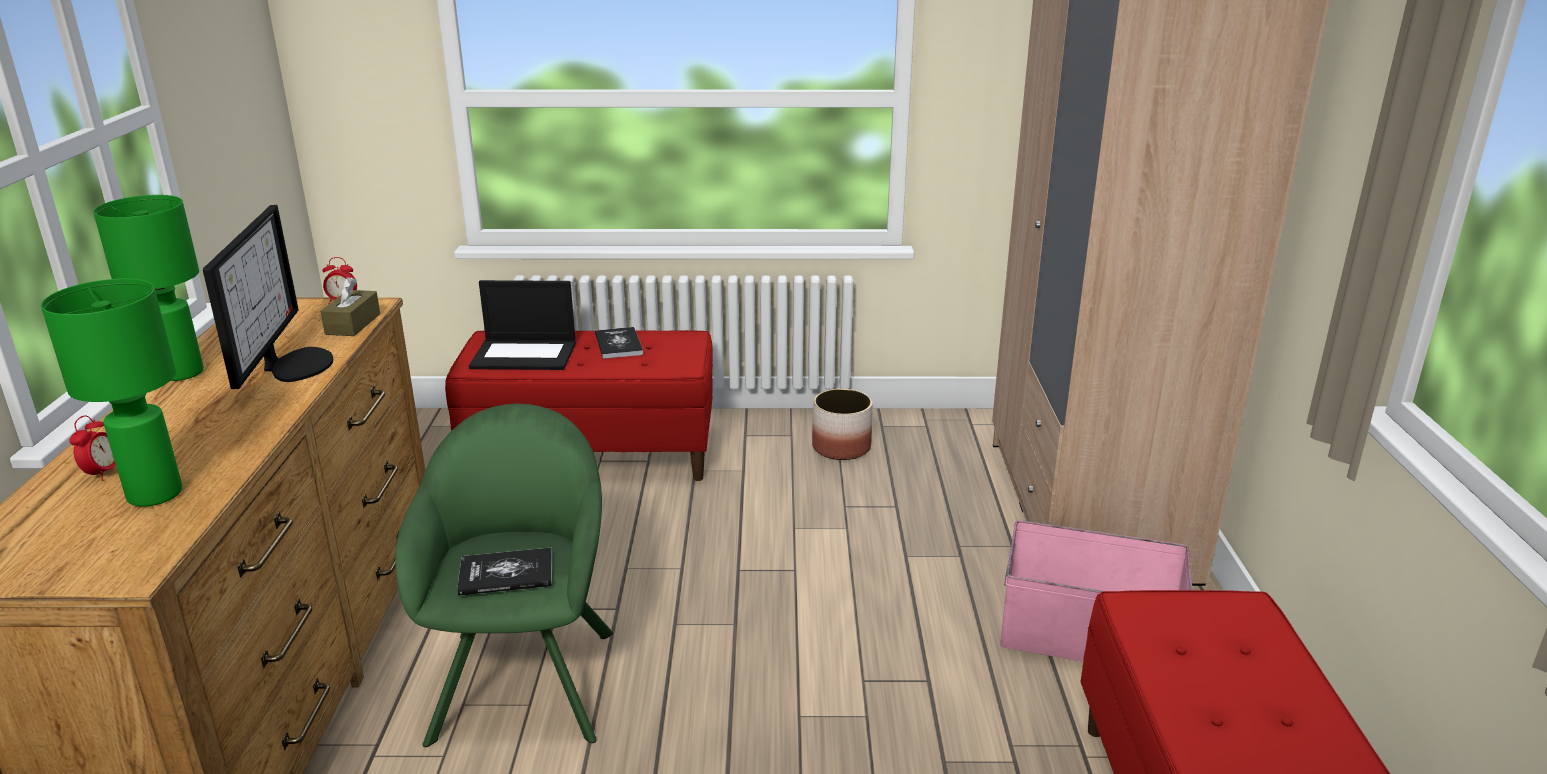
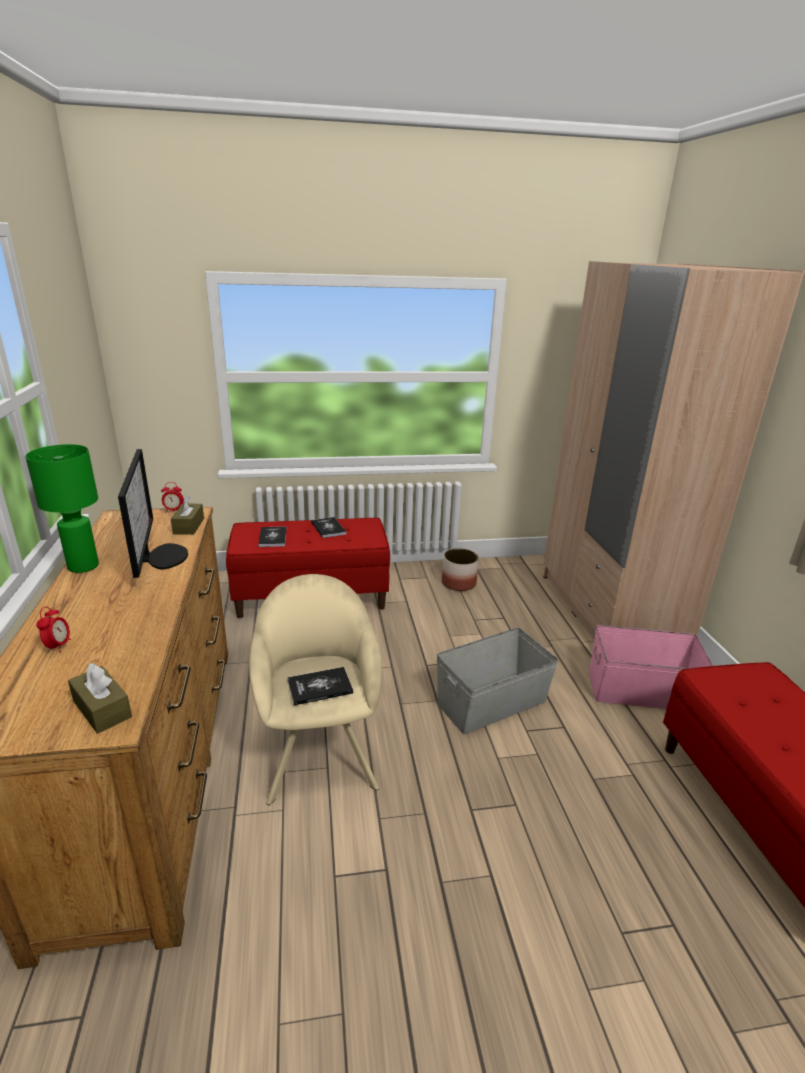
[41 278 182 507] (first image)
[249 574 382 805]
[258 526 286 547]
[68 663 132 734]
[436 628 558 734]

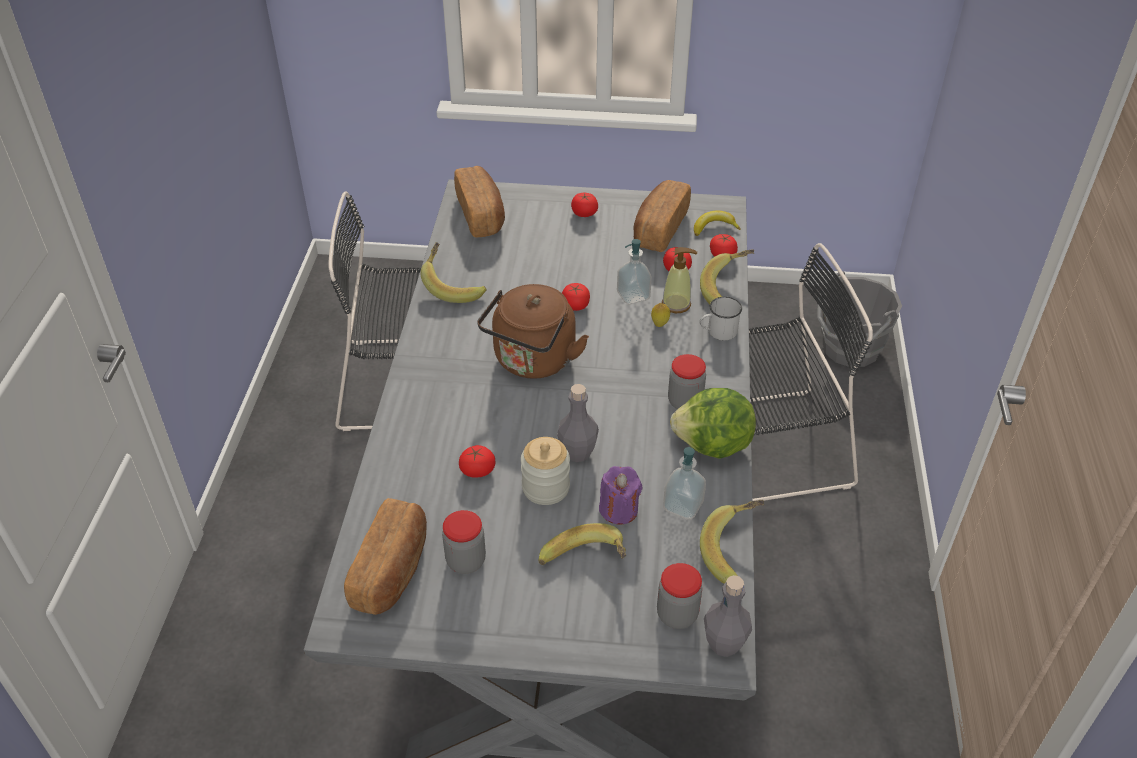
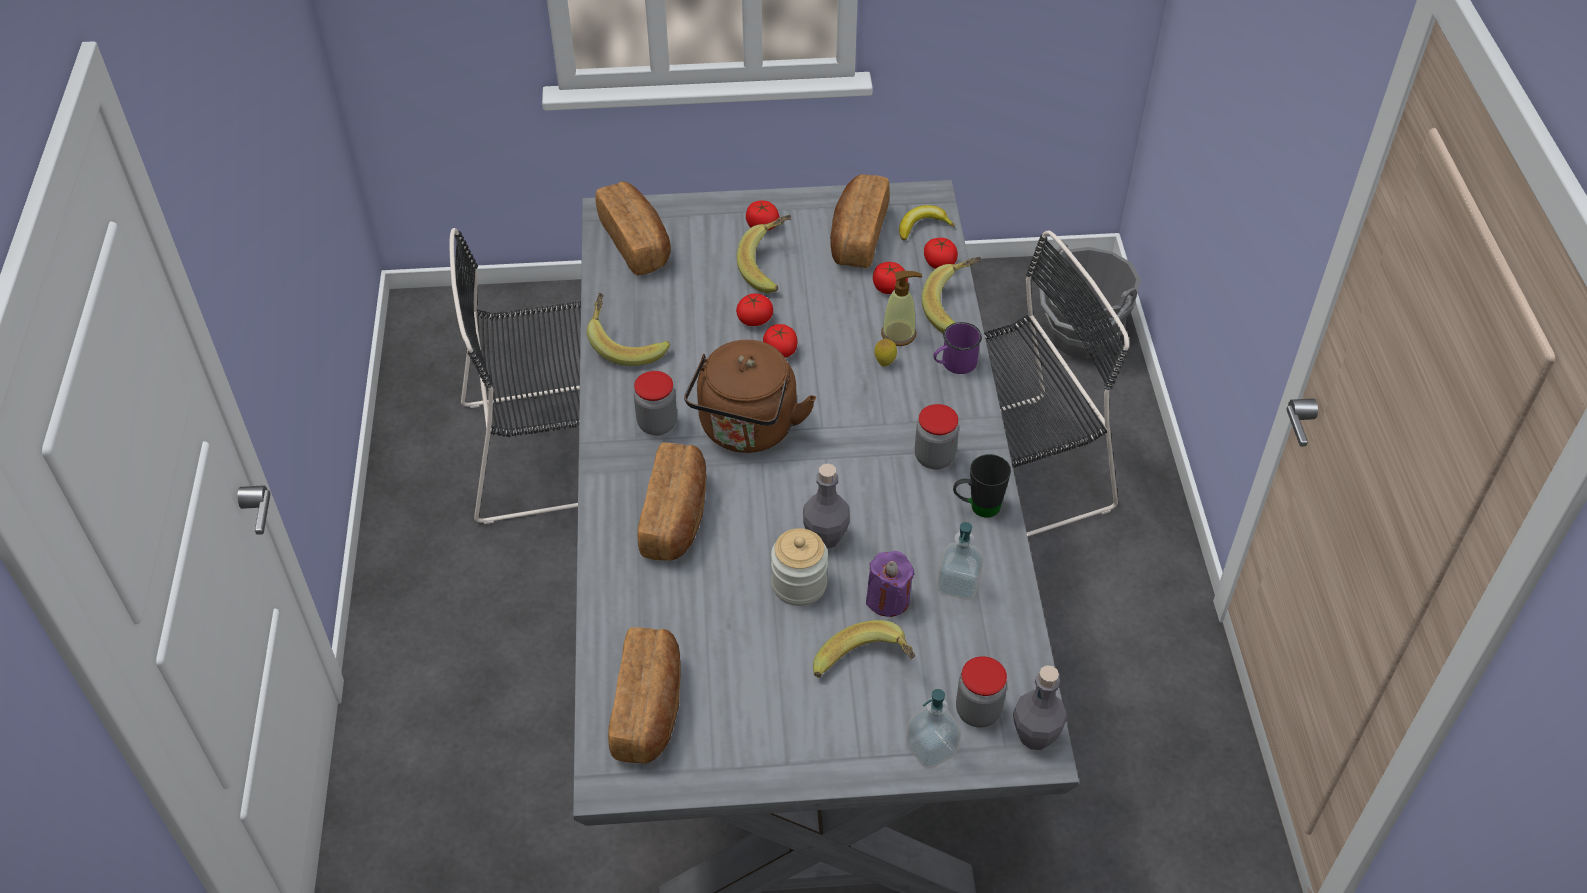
[634 371 677 435]
[736 293 773 326]
[906 689 961 769]
[953 454 1011 518]
[933 322 982 374]
[737 215 791 293]
[638 443 706 561]

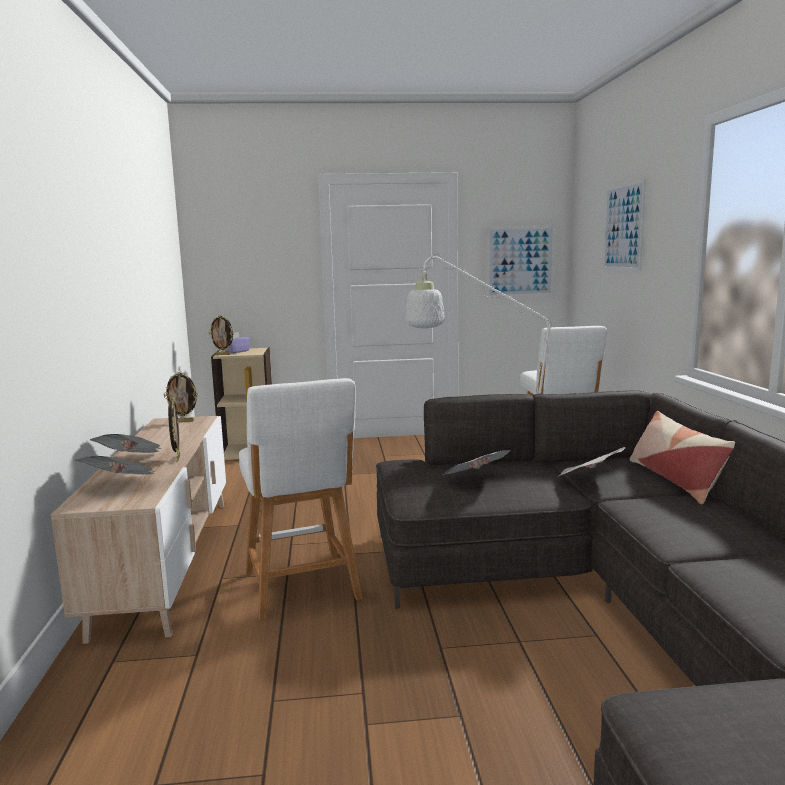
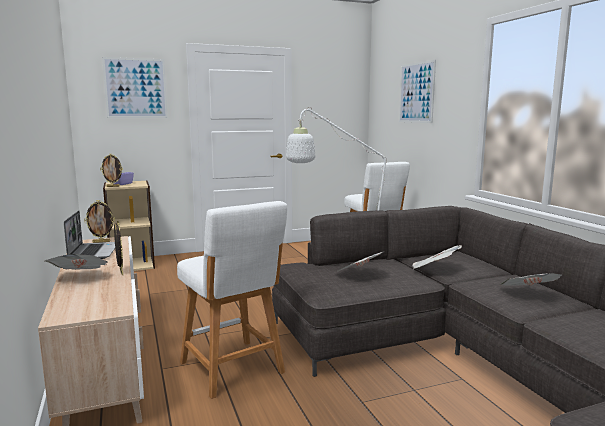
[501 273 562 286]
[102 57 168 118]
[630 411 735 505] (first image)
[64 211 115 259]

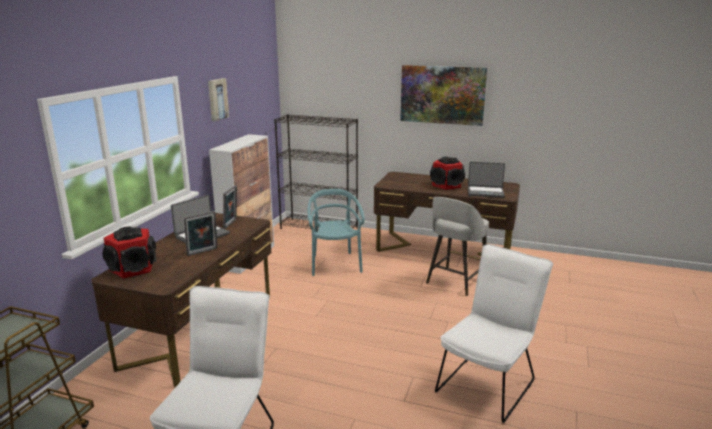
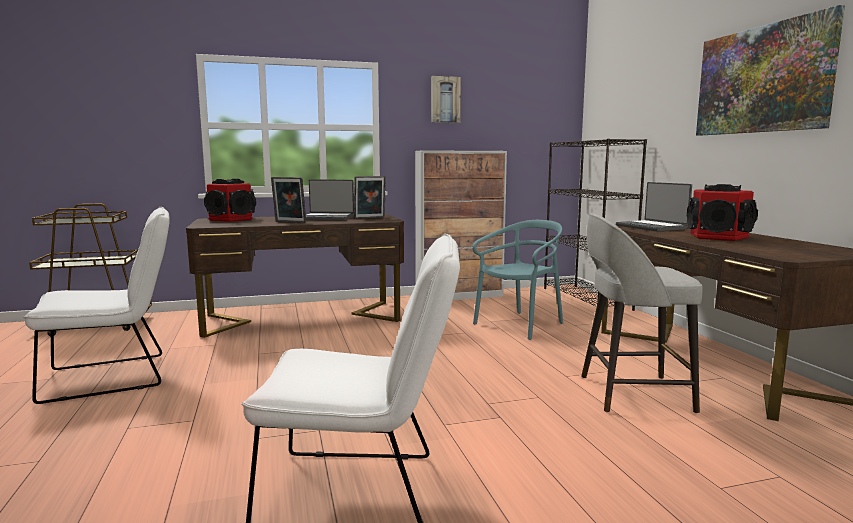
[616 182 692 232]

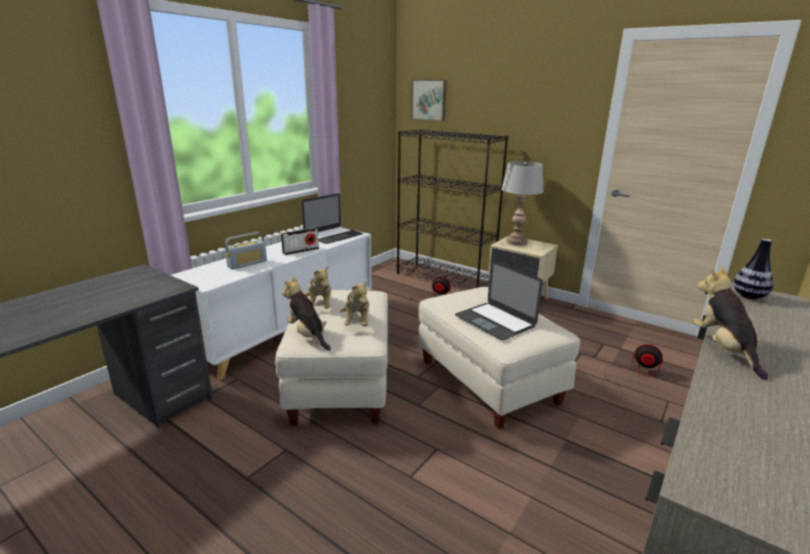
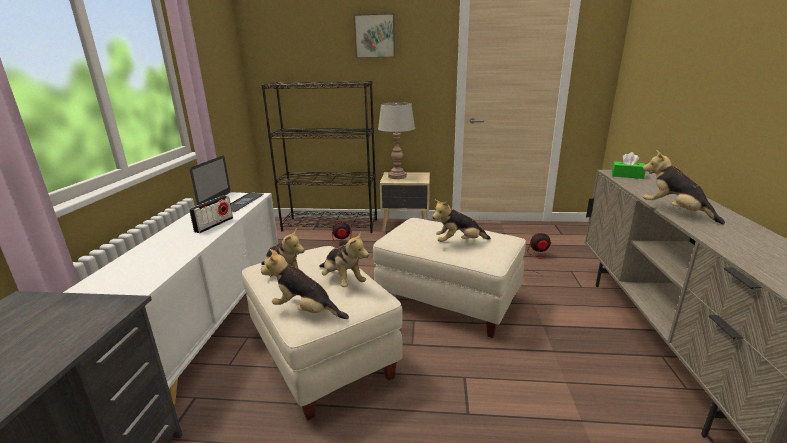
[225 232 267 270] (first image)
[354 13 395 58]
[432 199 491 242]
[612 152 646 179]

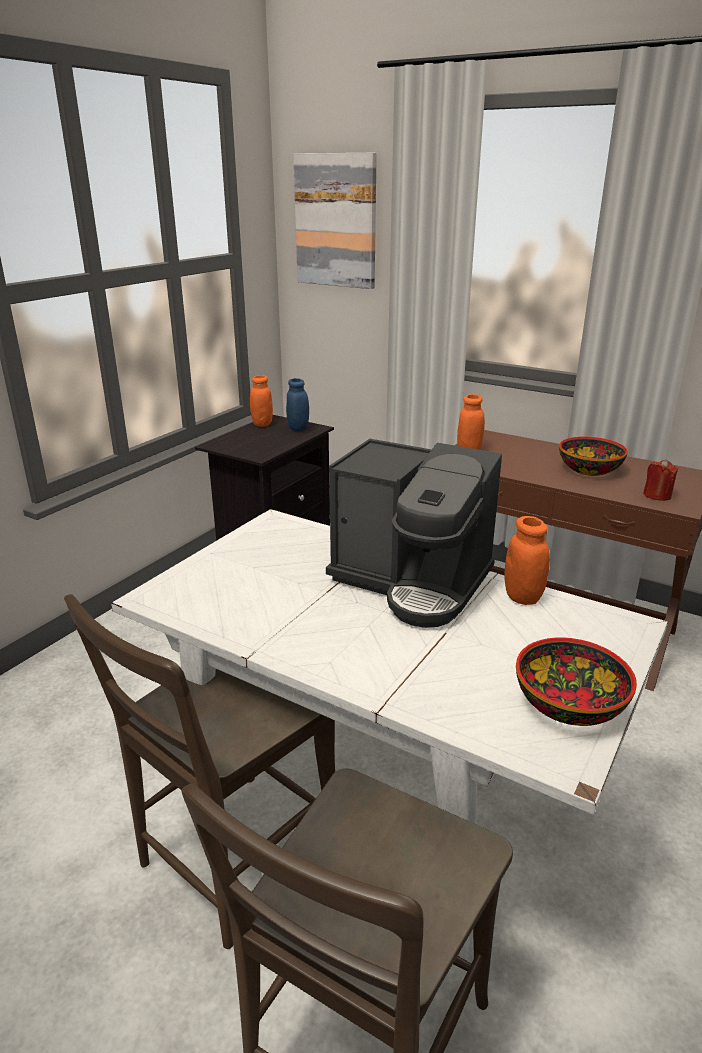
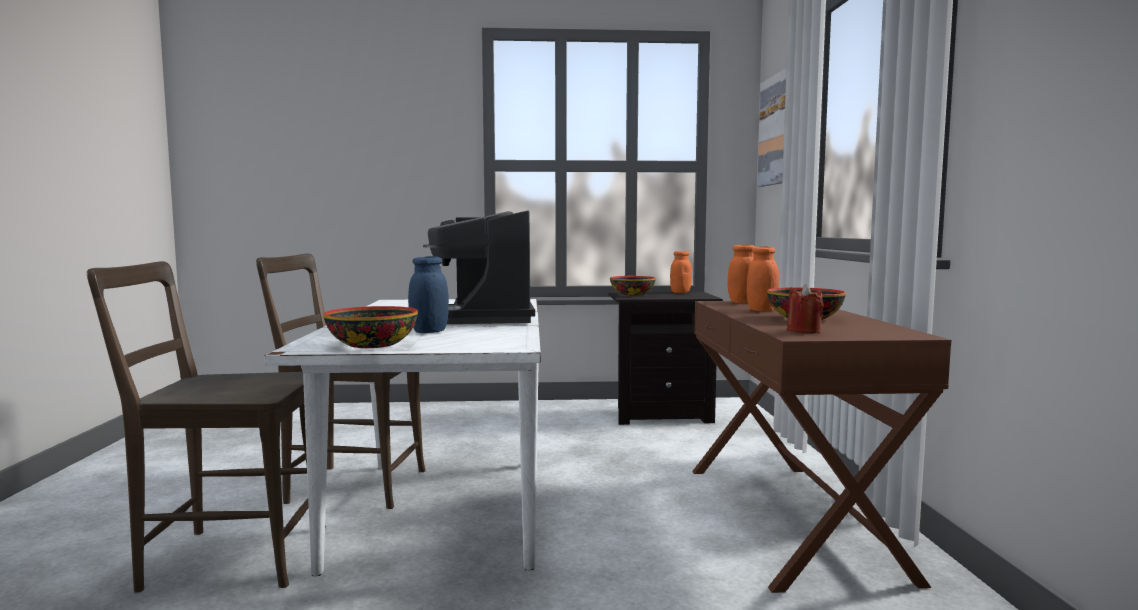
[408 256 449 333]
[747 246 779 311]
[610 276 656 295]

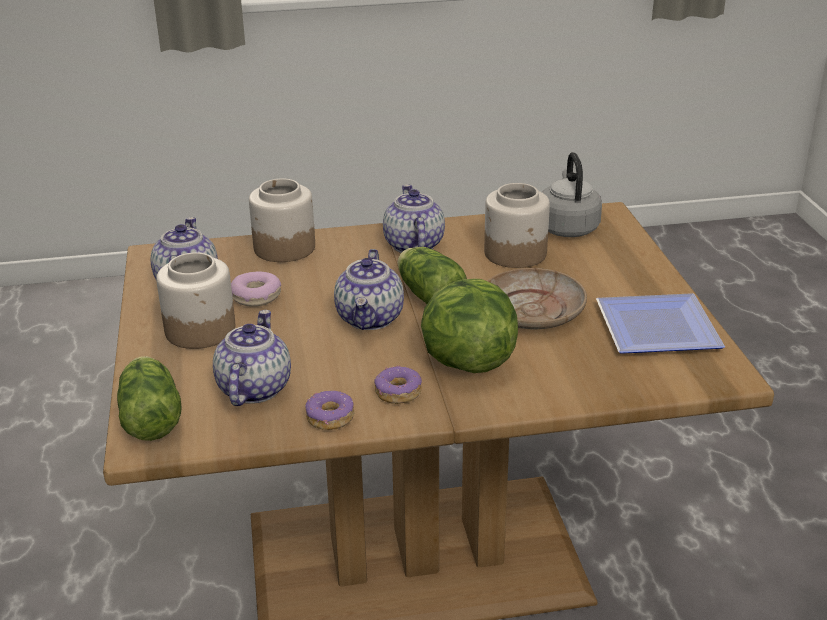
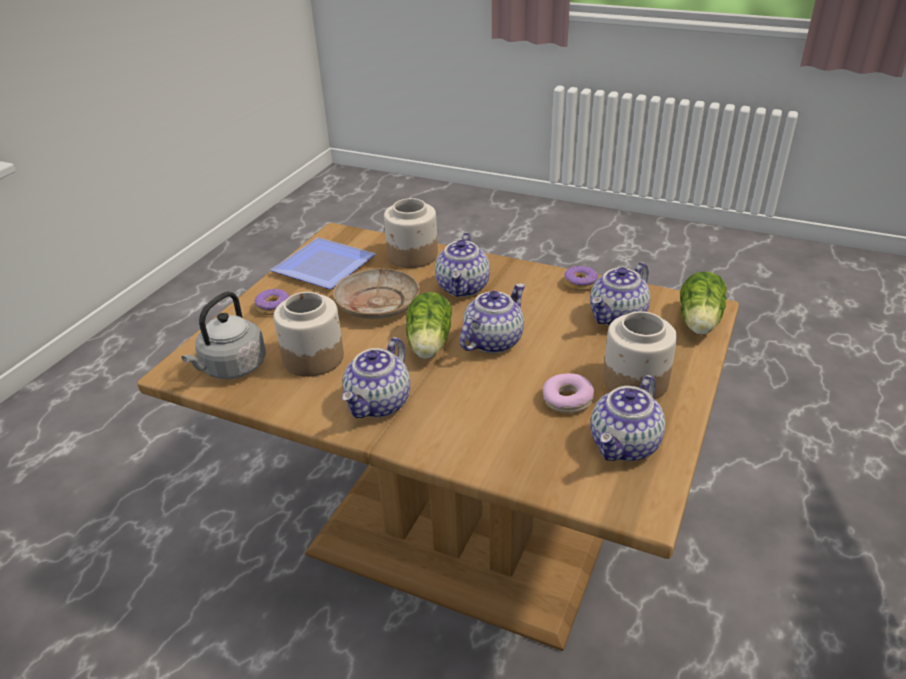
[384 198 438 268]
[255 289 290 315]
[435 233 490 297]

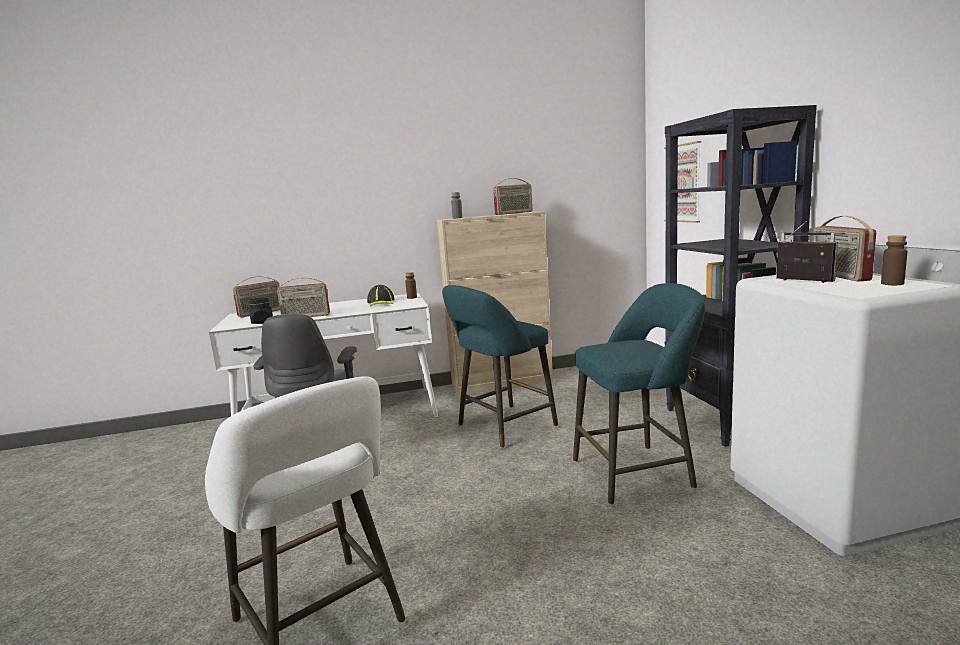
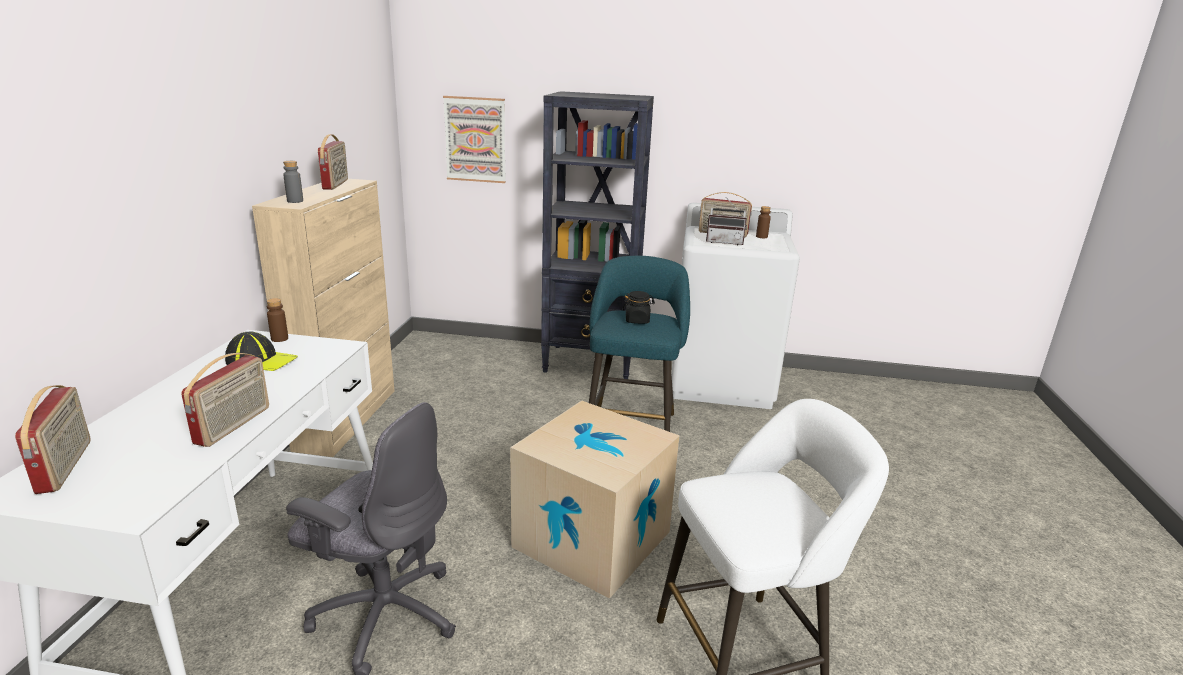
[623 291 655 324]
[442 285 558 448] (first image)
[706 197 747 245]
[510 401 679 599]

